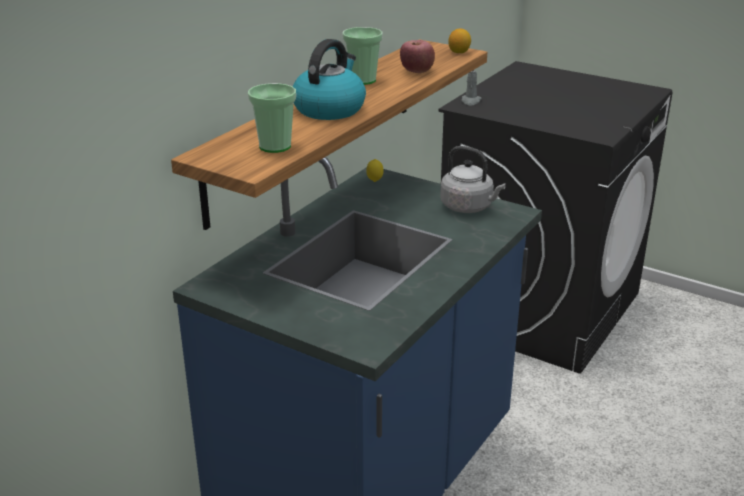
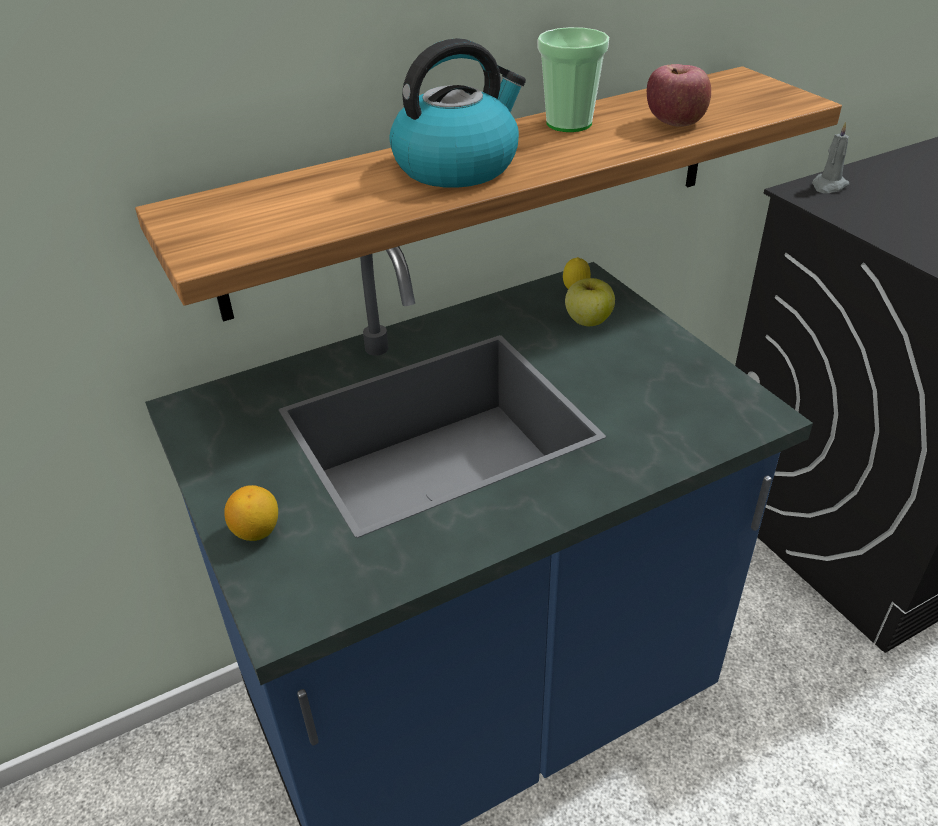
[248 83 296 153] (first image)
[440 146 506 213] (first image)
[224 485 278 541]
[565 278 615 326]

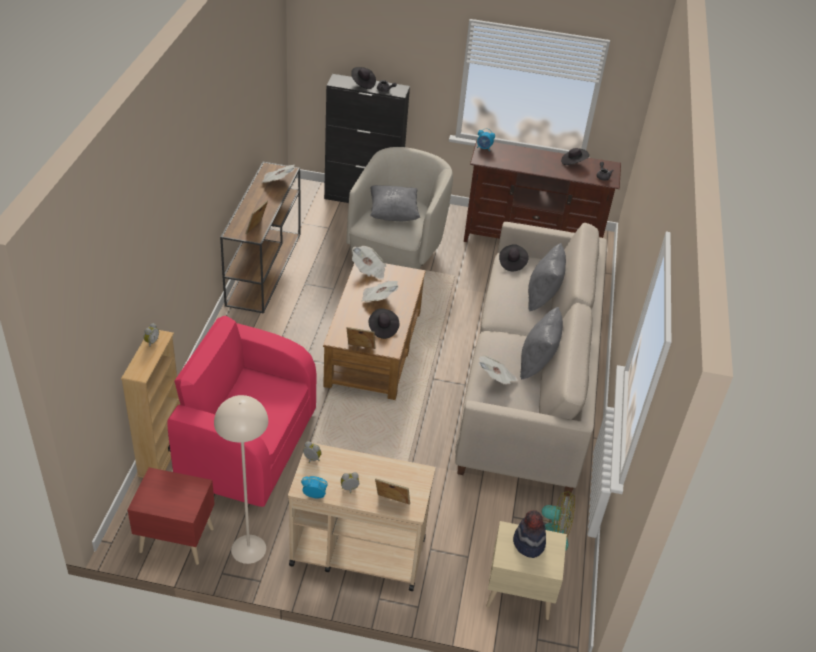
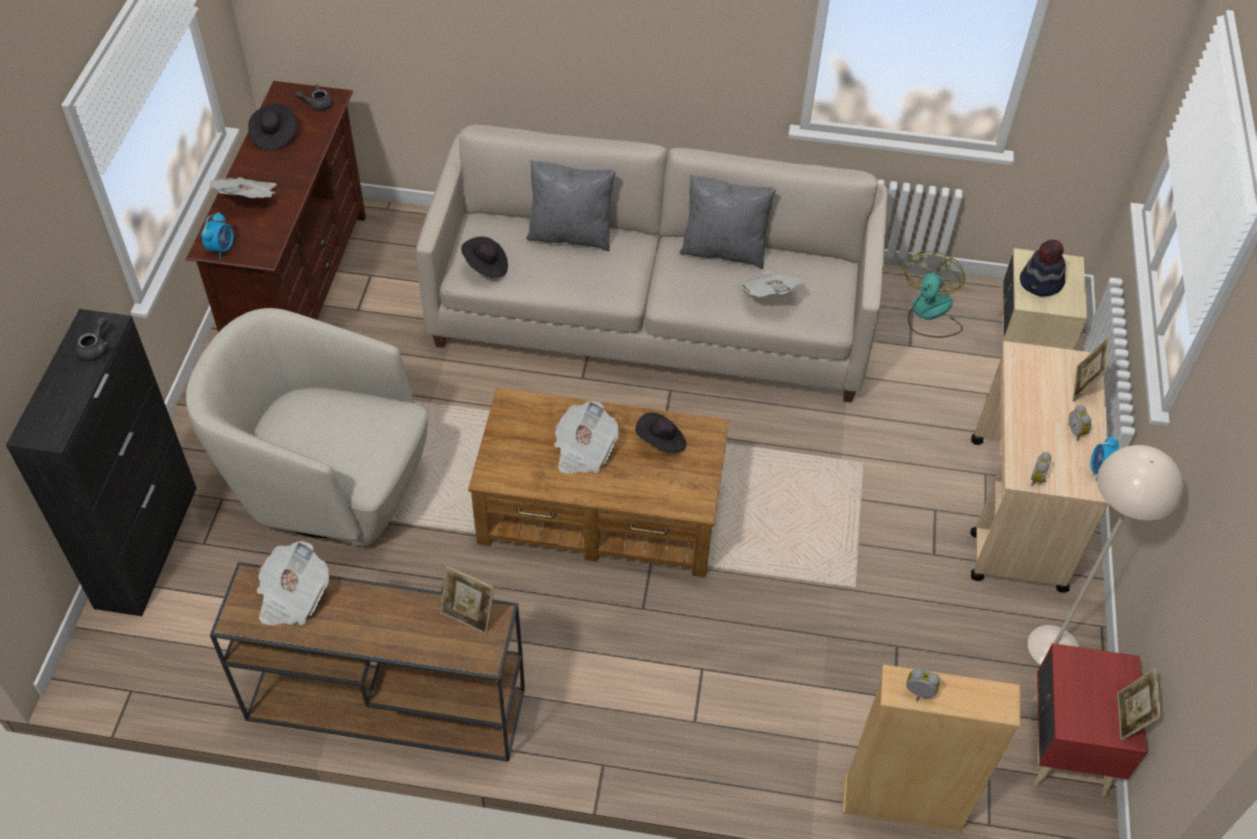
[167 316 316 507] (first image)
[1117 668 1161 741]
[351 67 376 89] (first image)
[210 177 277 198]
[370 185 420 221] (first image)

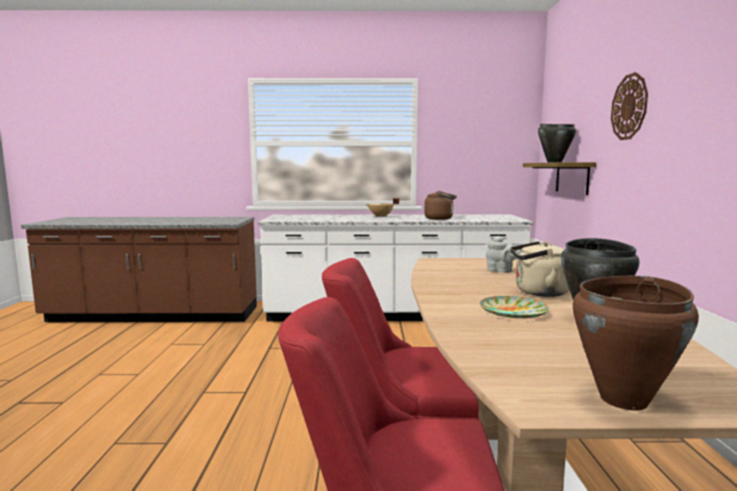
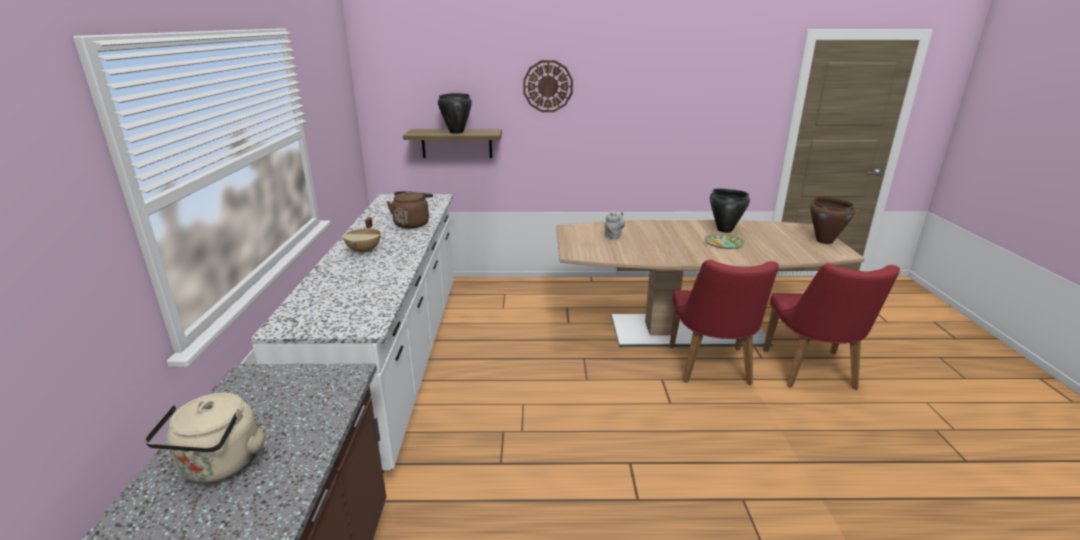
[144 393 265 483]

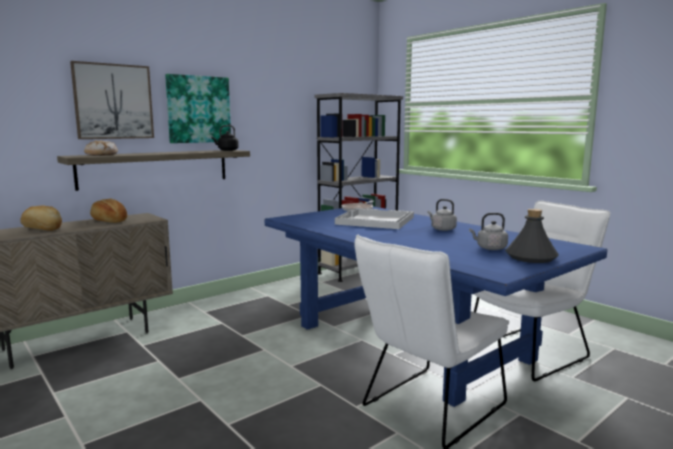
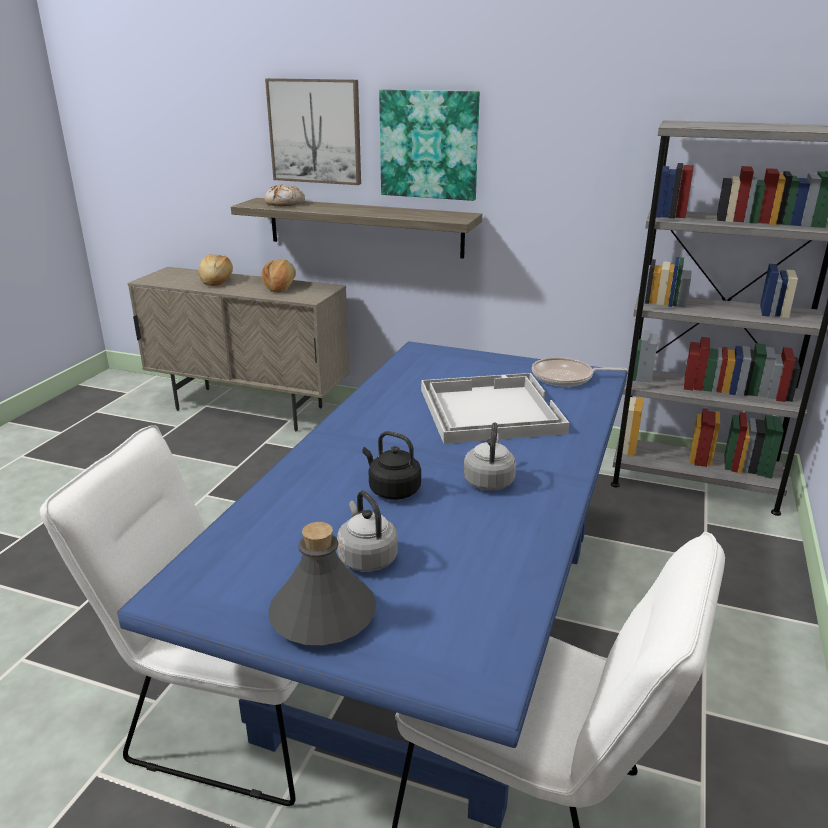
[362 431 421 500]

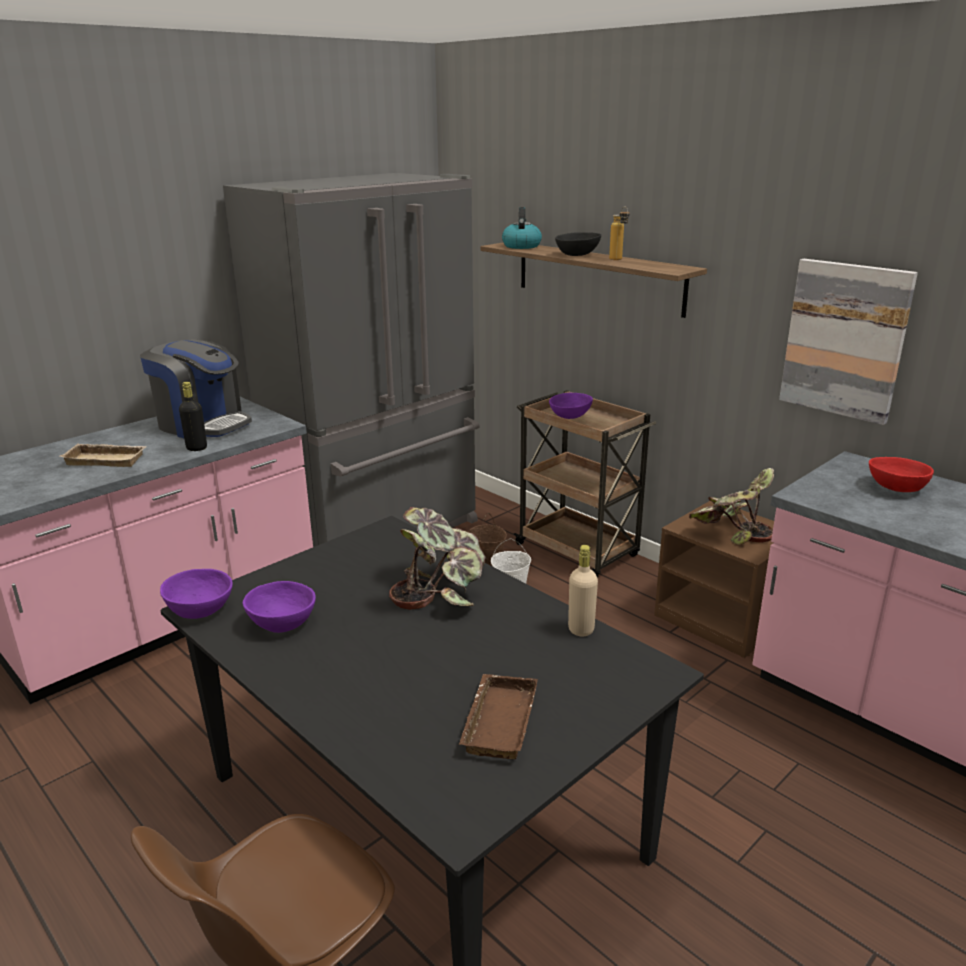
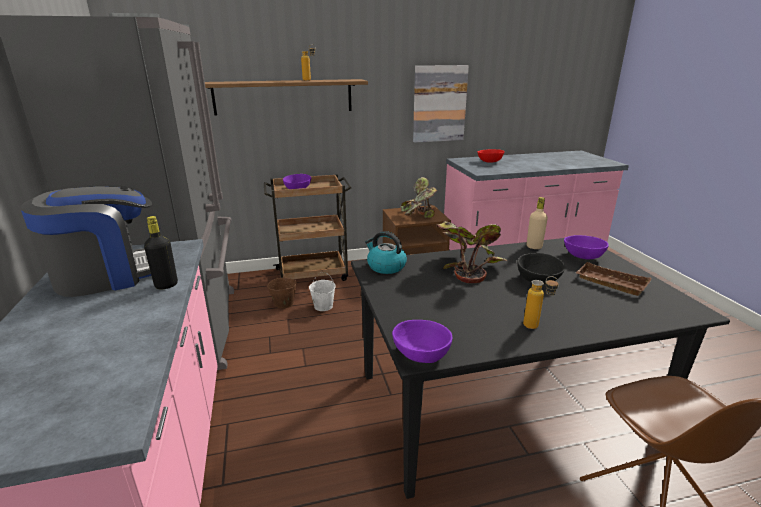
[59 444 147 467] (first image)
[564 235 609 259]
[365 231 407 274]
[517 253 565 284]
[523 276 559 329]

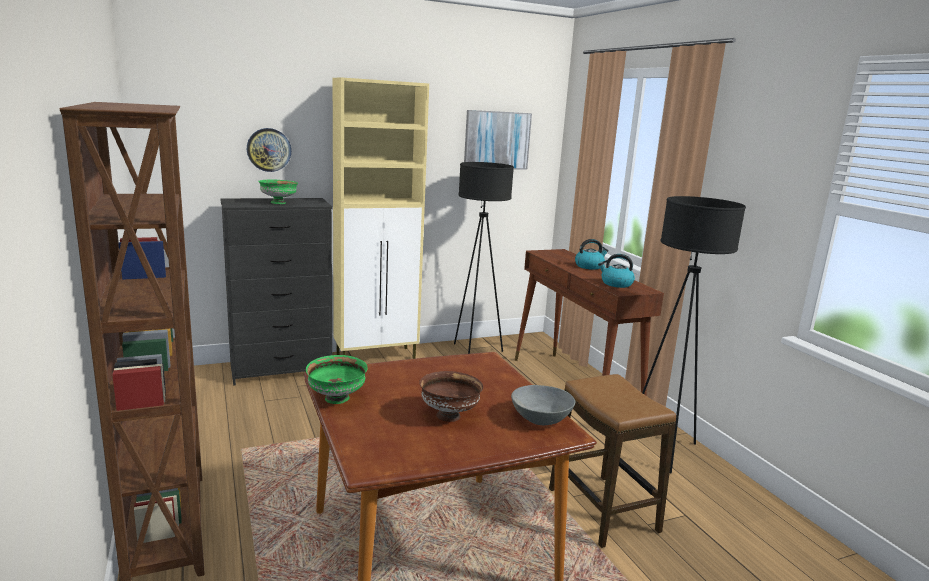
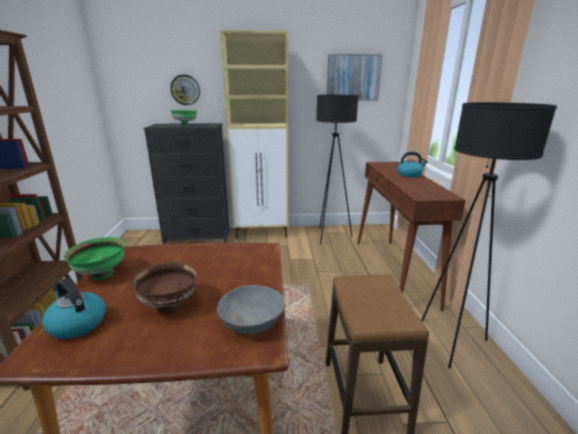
[42 278 106 339]

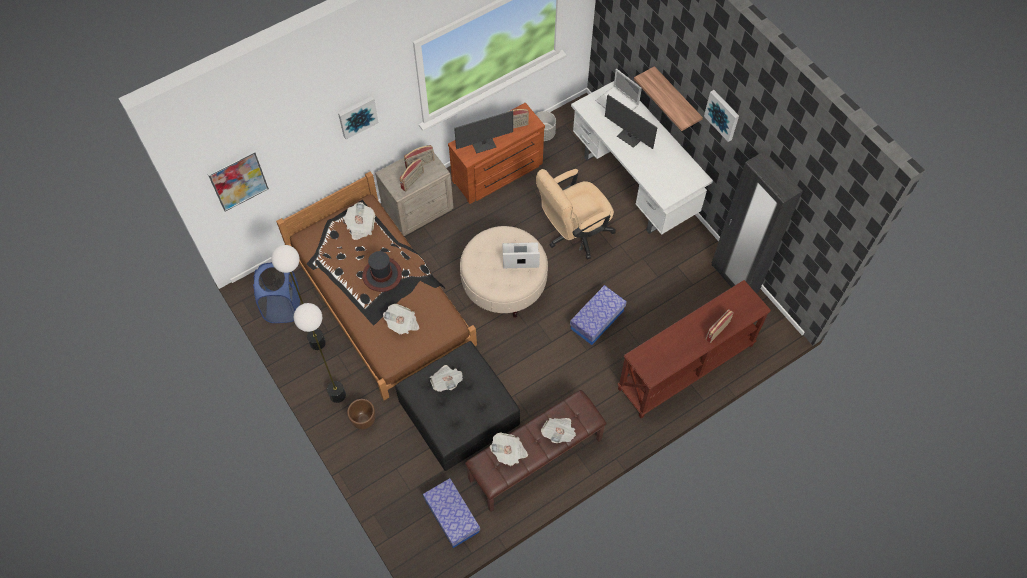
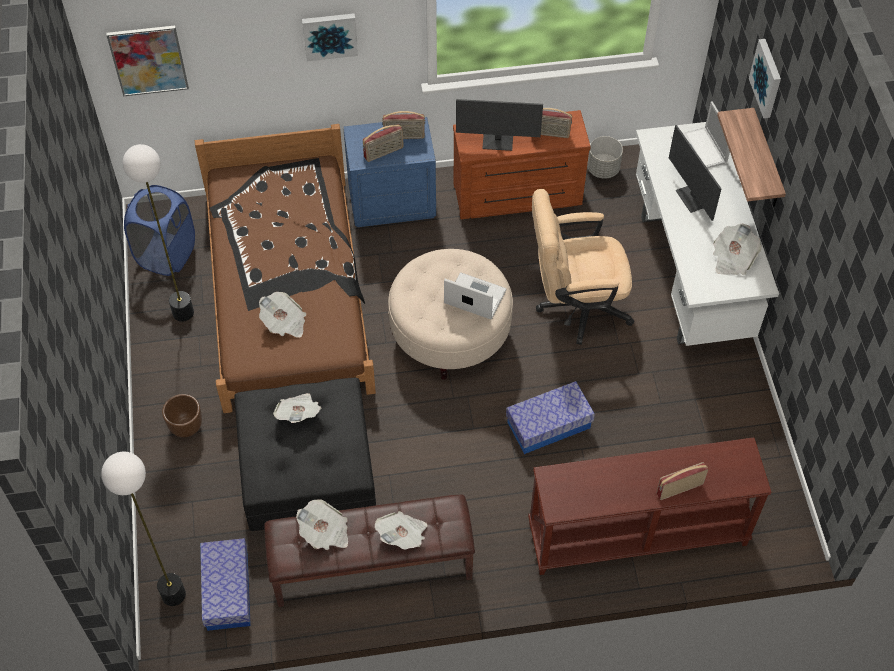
[101 452 186 606]
[713 224 761 275]
[362 251 402 292] (first image)
[343 117 436 227]
[749 39 781 118]
[712 151 803 293] (first image)

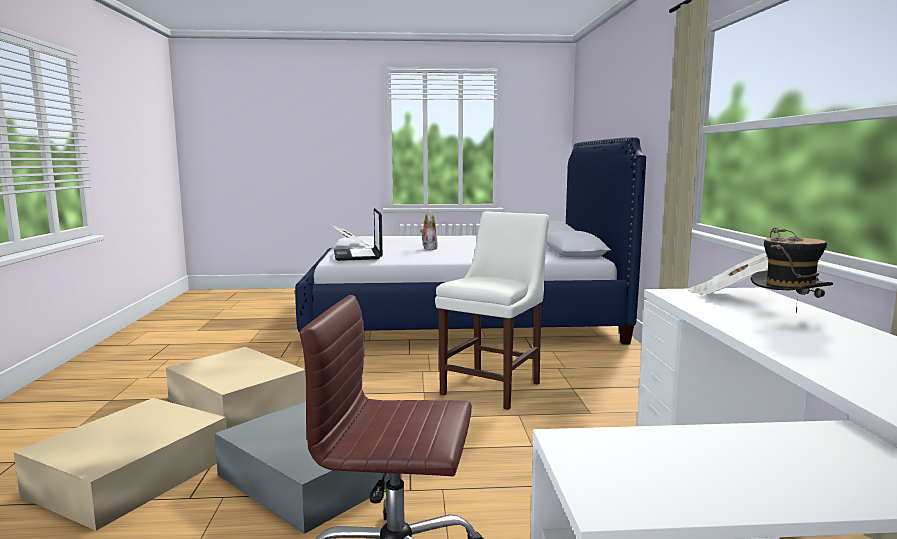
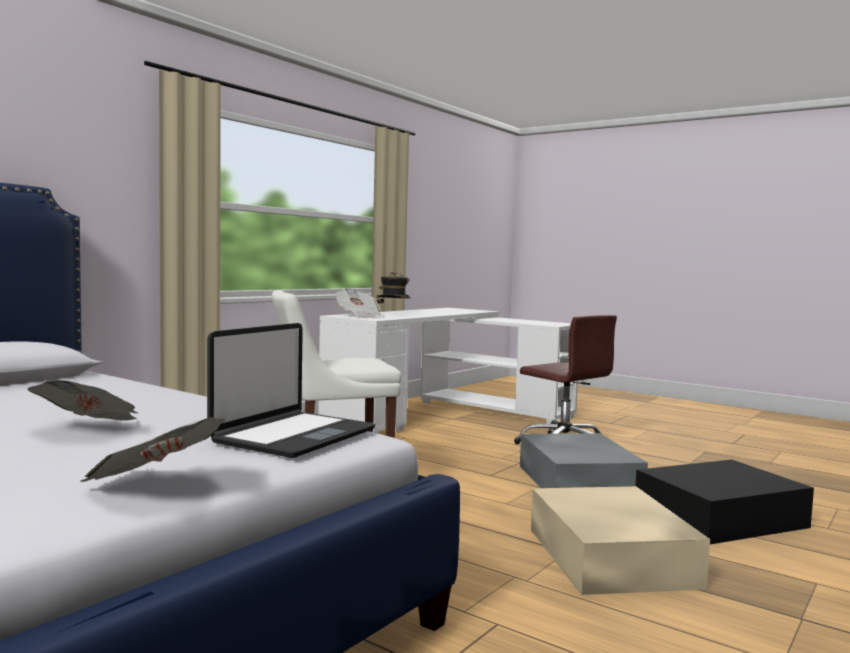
[636 460 814 544]
[27 380 138 420]

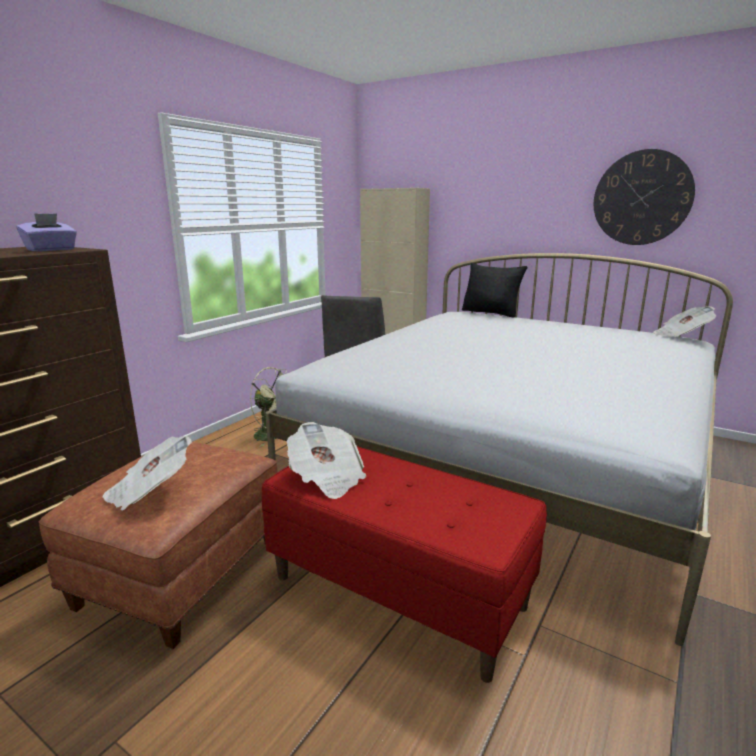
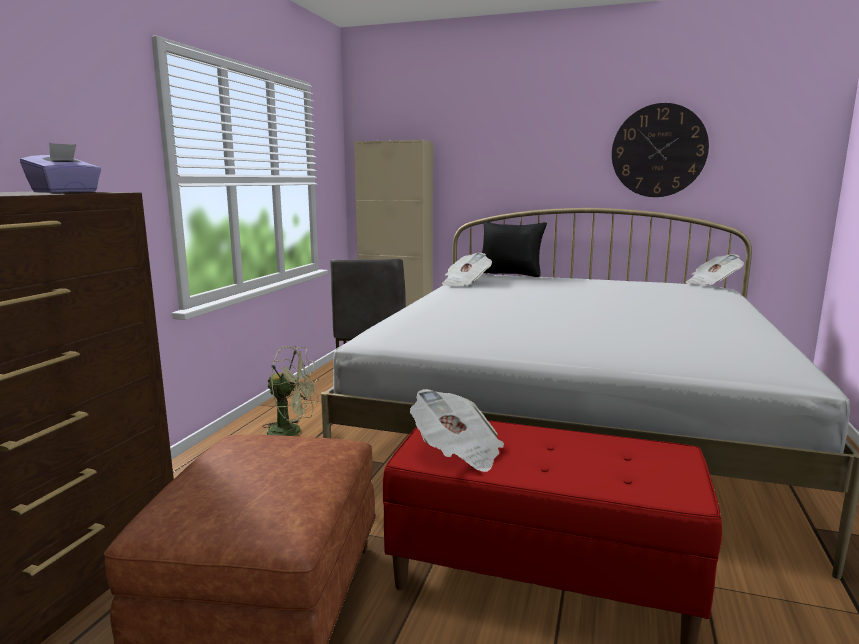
[442 253 492 286]

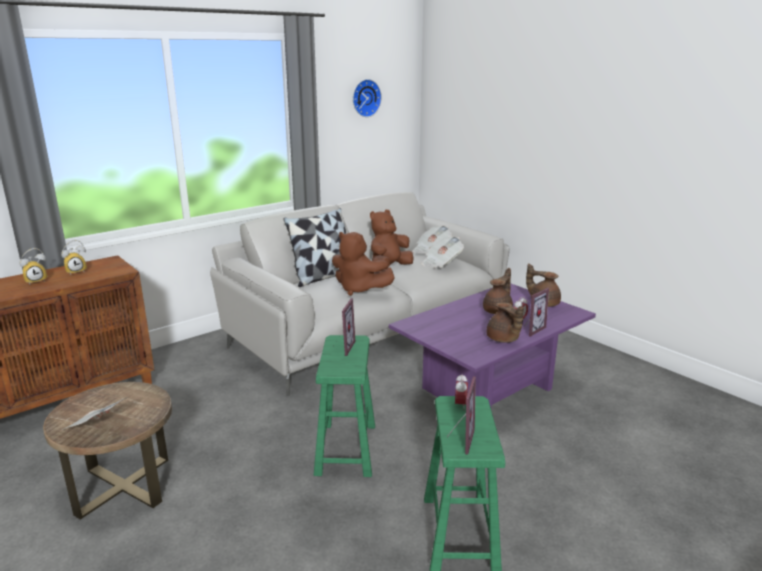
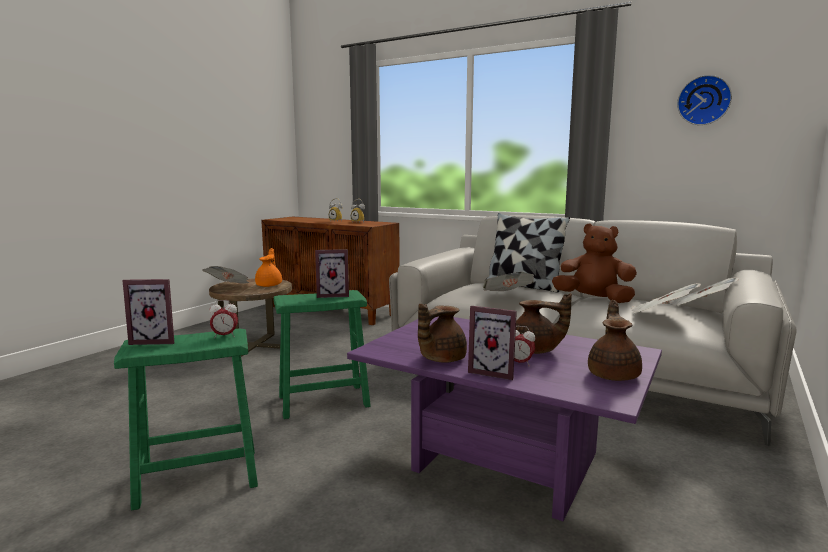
[483 272 534 291]
[255 248 282 287]

